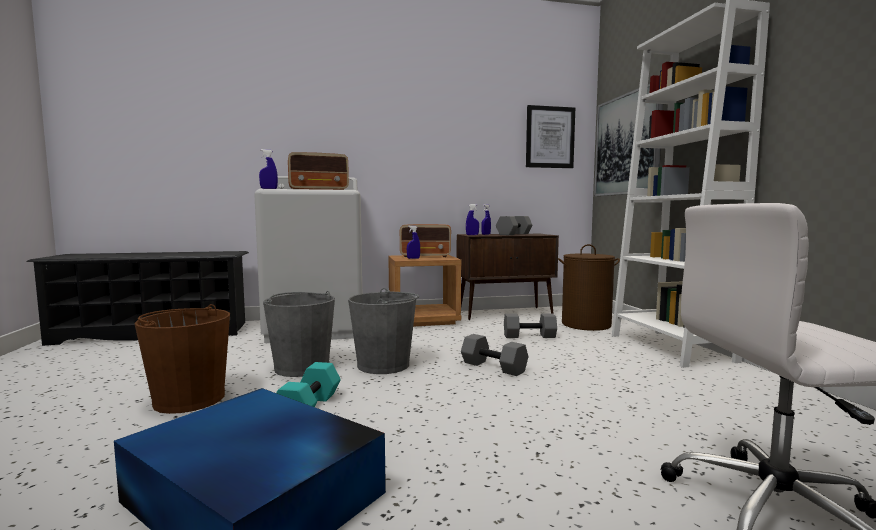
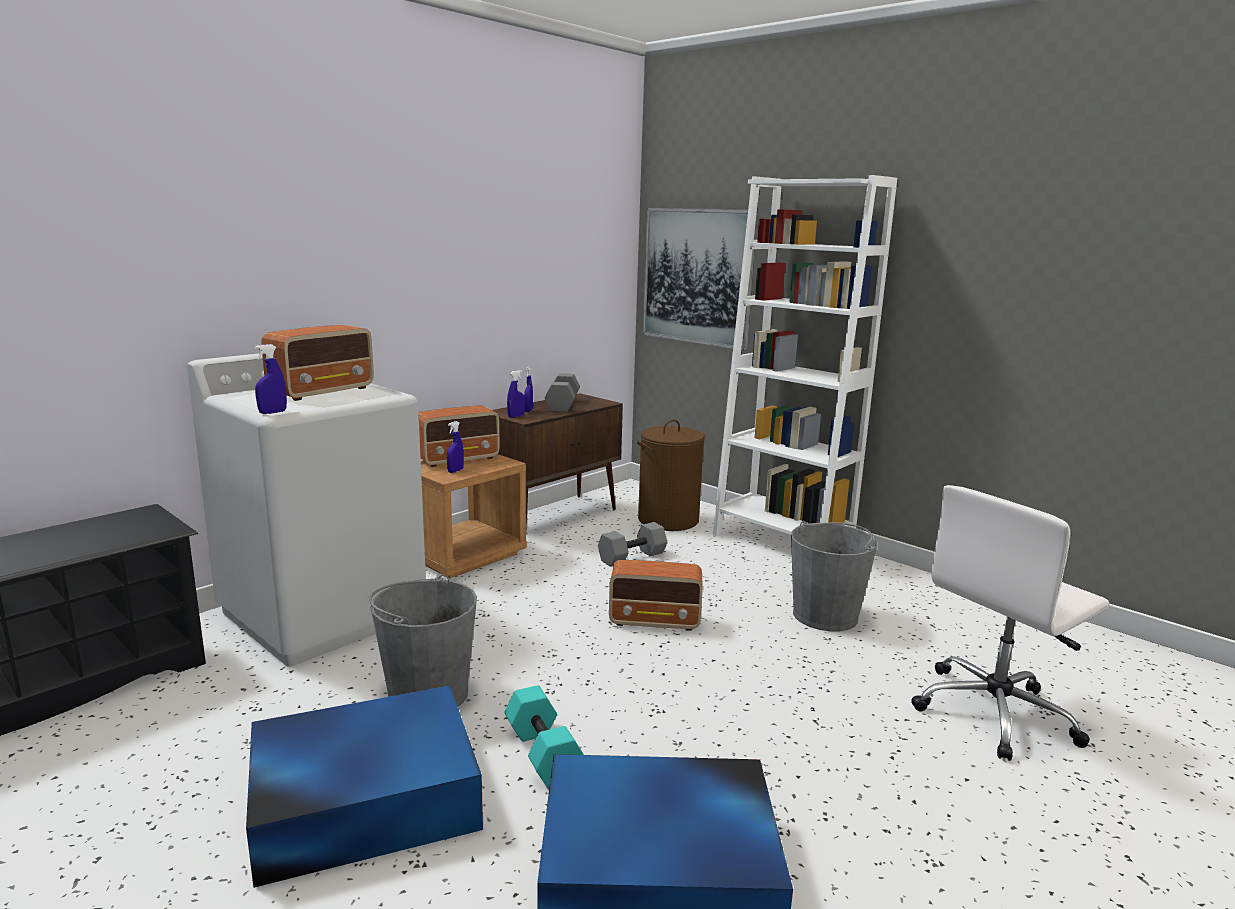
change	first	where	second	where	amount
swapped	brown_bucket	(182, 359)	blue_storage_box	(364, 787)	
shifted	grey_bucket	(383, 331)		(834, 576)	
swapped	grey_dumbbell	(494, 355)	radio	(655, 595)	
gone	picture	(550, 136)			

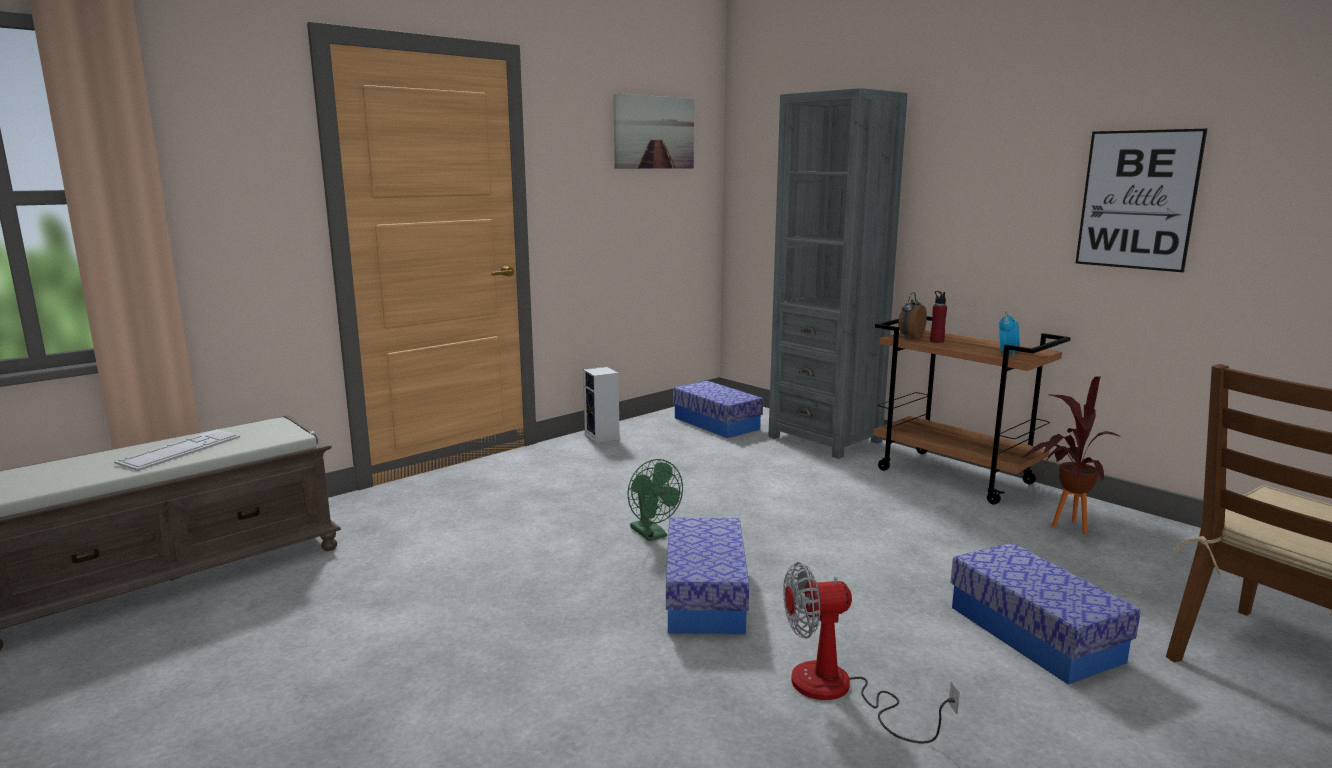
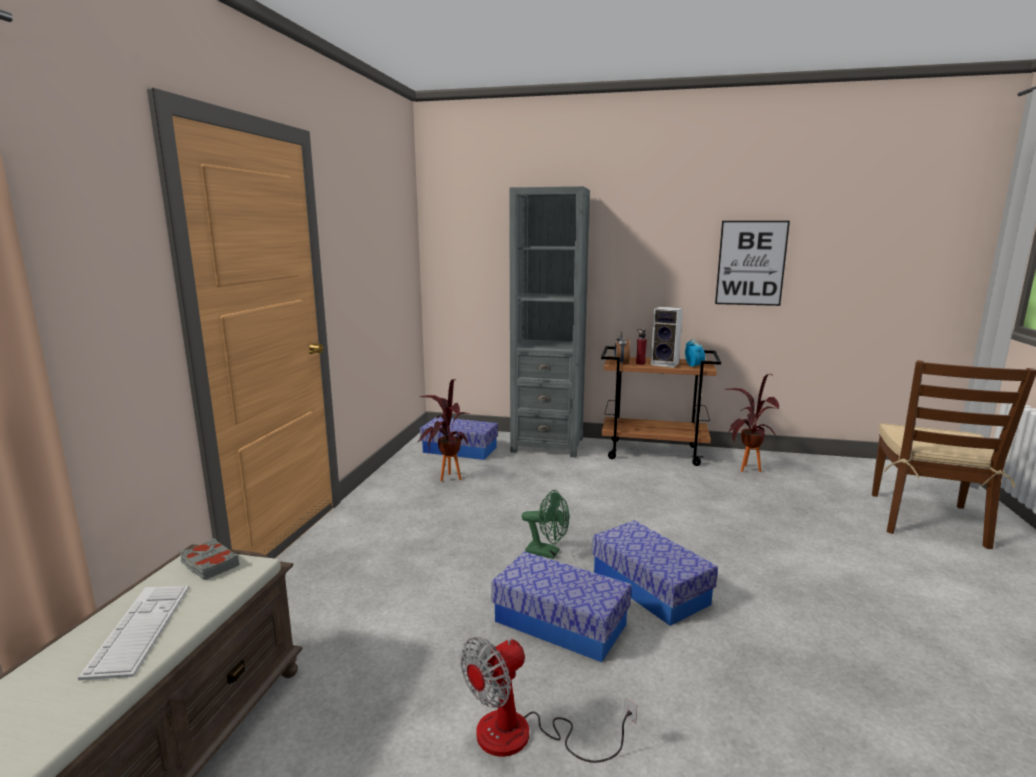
change	first	where	second	where	amount
shifted	speaker	(601, 405)		(667, 337)	
gone	picture	(653, 131)			
shifted	fan	(871, 653)		(548, 700)	
shifted	storage_box	(1046, 613)		(561, 607)	
new			grey_book	(209, 559)	
new			potted_plant	(443, 430)	

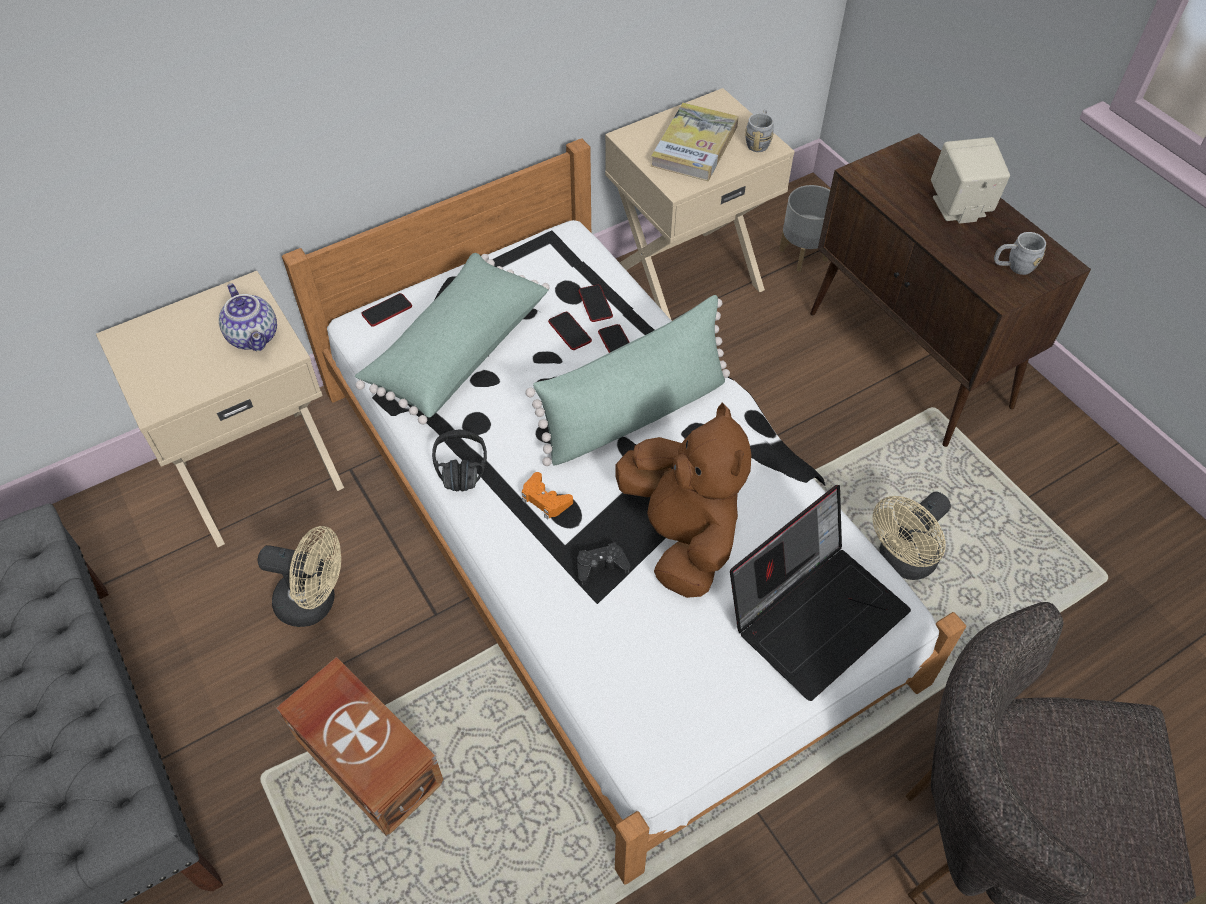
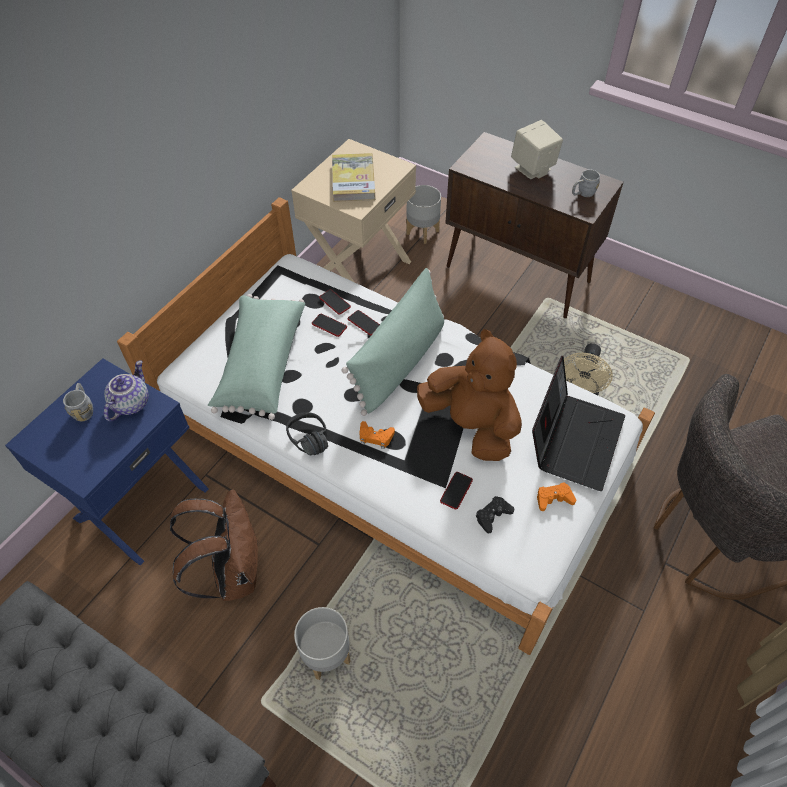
change	first	where	second	where	amount
repainted	beige_nightstand	(220, 409)	blue_nightstand	(107, 462)	
rotated	teapot	(248, 317)		(126, 390)	105 degrees counterclockwise
swapped	beige_fan	(299, 576)	brown_backpack	(214, 545)	
swapped	brown_storage_box	(360, 747)	grey_planter	(322, 643)	
shifted	phone	(386, 310)		(456, 490)	
shifted	black_game_controller	(603, 564)		(495, 514)	
shifted	grey_mug	(759, 131)		(78, 402)	
new			orange_game_controller	(556, 496)	

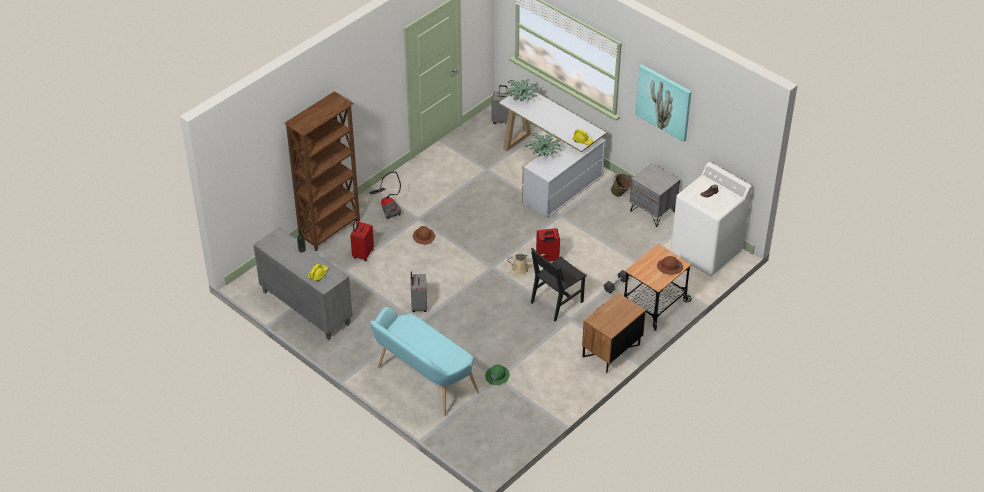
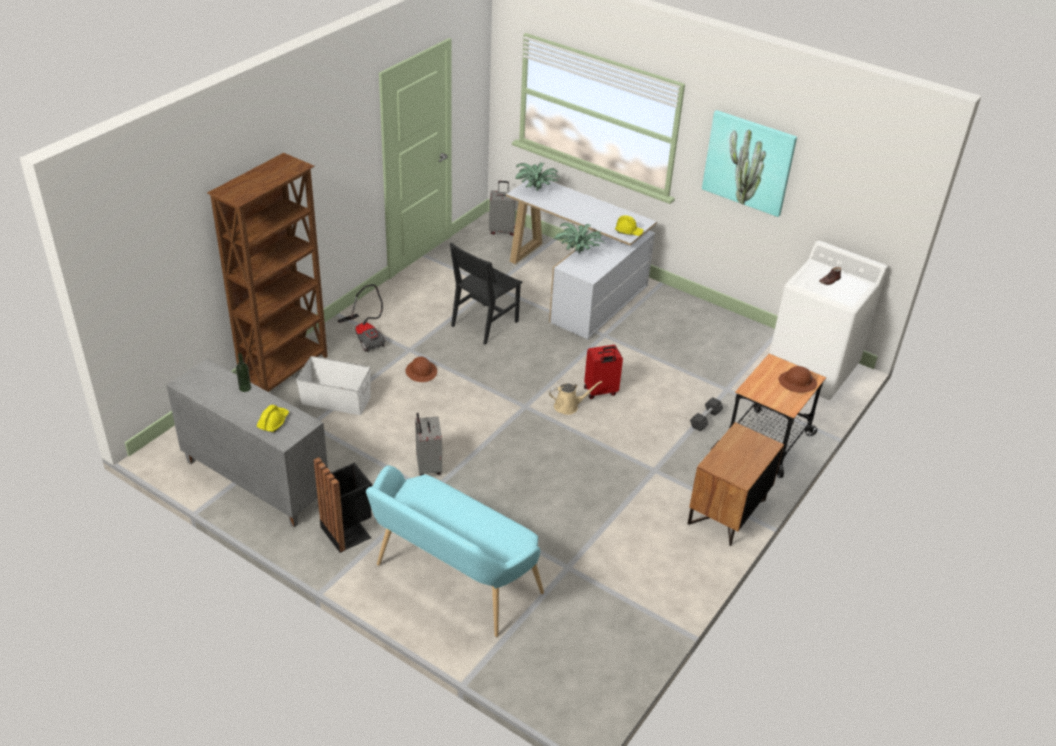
change	first	where	second	where	amount
swapped	red_suitcase	(362, 239)	white_storage_box	(333, 385)	
gone	green_hard_hat	(497, 374)			
shifted	black_chair	(559, 284)		(486, 294)	
gone	green_bucket	(621, 185)			
gone	grey_nightstand	(655, 195)			
new			black_trash_can	(343, 505)	

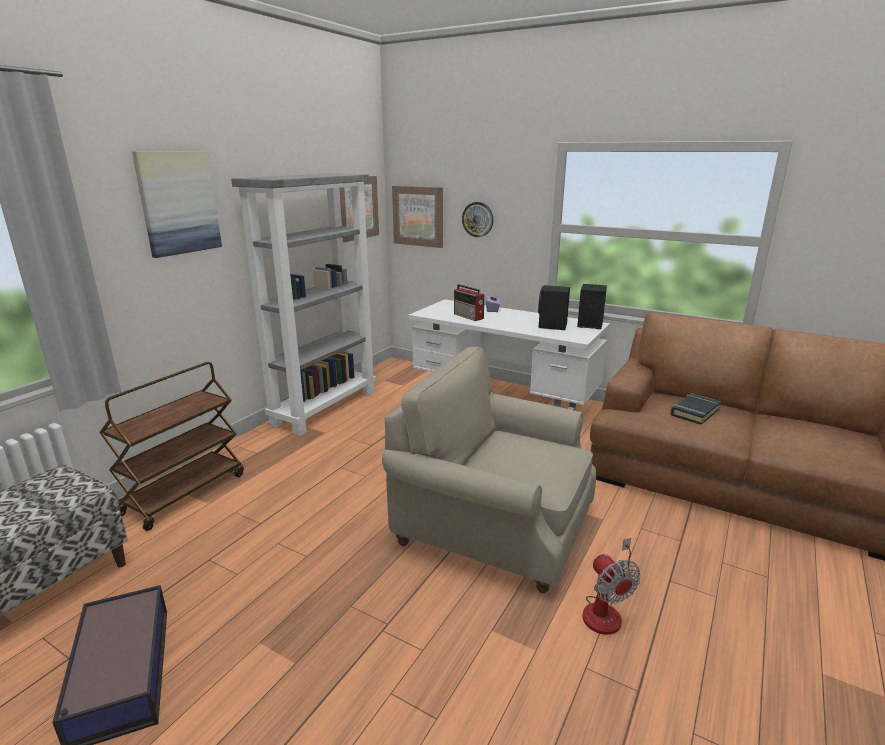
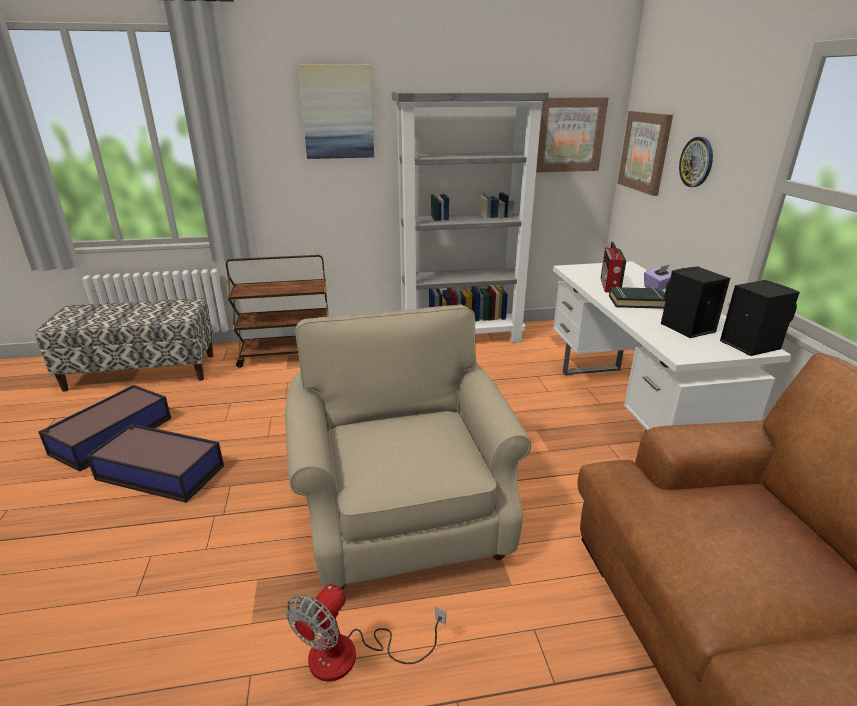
change	first	where	second	where	amount
shifted	black_book	(695, 409)		(637, 298)	
new			storage_box	(155, 463)	

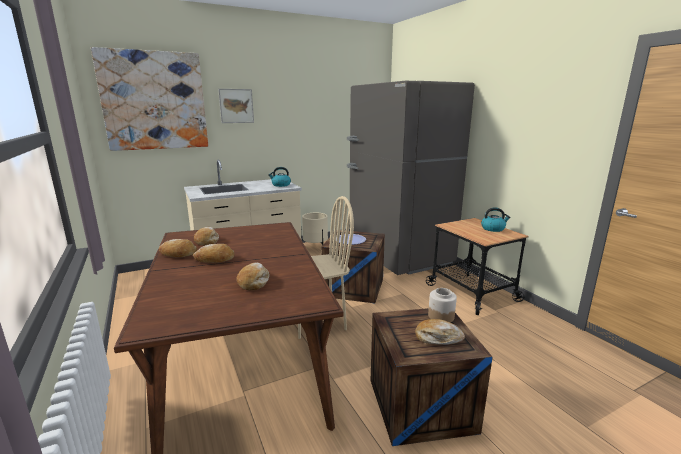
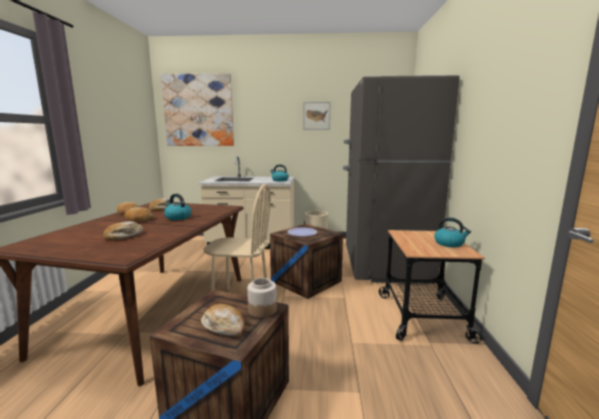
change	first	where	second	where	amount
shifted	picture	(236, 106)		(316, 116)	
new			kettle	(177, 207)	

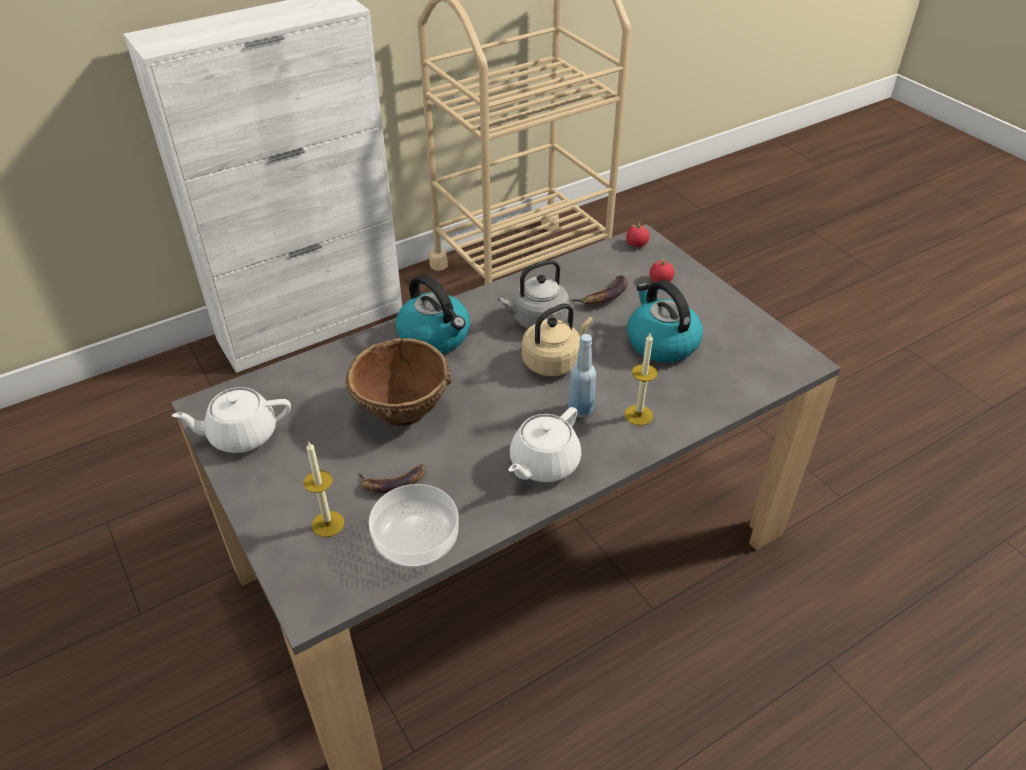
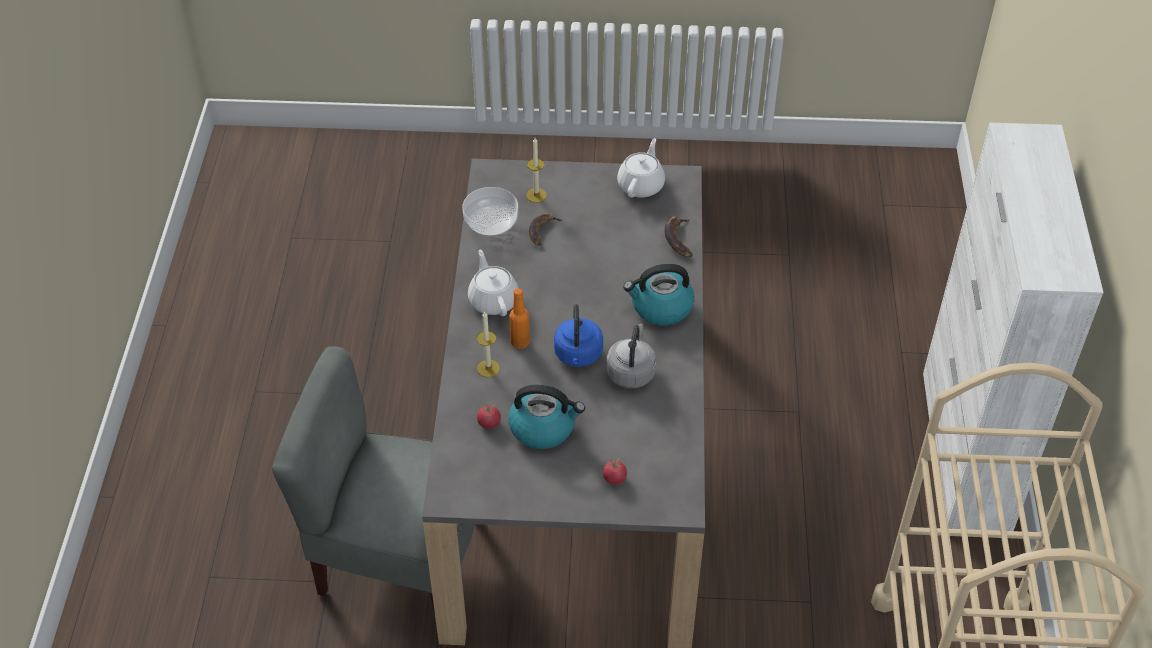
change	first	where	second	where	amount
gone	brown_bowl	(398, 382)			
repainted	beige_kettle	(557, 339)	blue_kettle	(578, 335)	
repainted	blue_bottle	(582, 376)	orange_bottle	(519, 318)	
shifted	banana	(598, 290)		(678, 237)	
shifted	tomato	(637, 234)		(489, 416)	
new			grey_chair	(373, 480)	

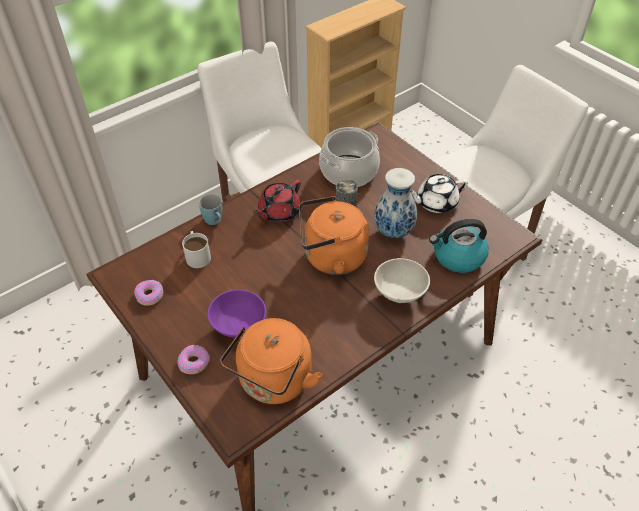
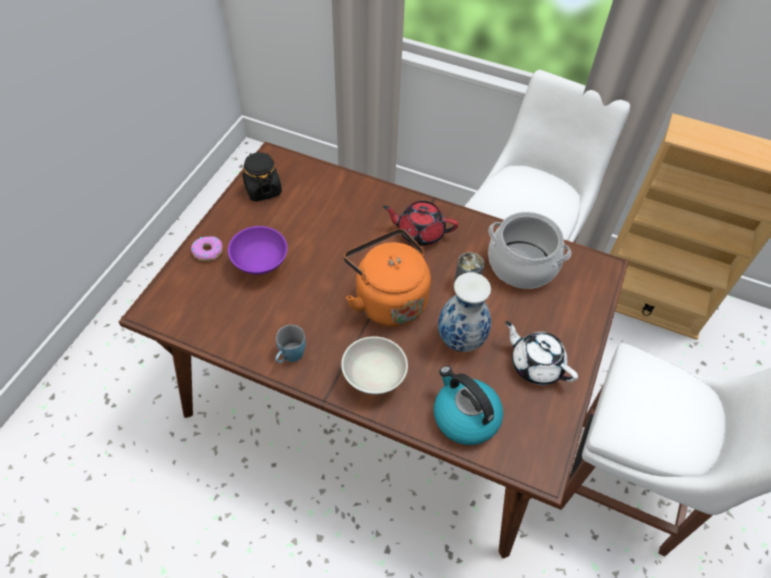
change	first	where	second	where	amount
swapped	donut	(148, 293)	black_jar	(262, 176)	
gone	white_mug	(196, 249)			
shifted	blue_mug	(210, 209)		(290, 344)	
gone	orange_kettle	(271, 361)			

